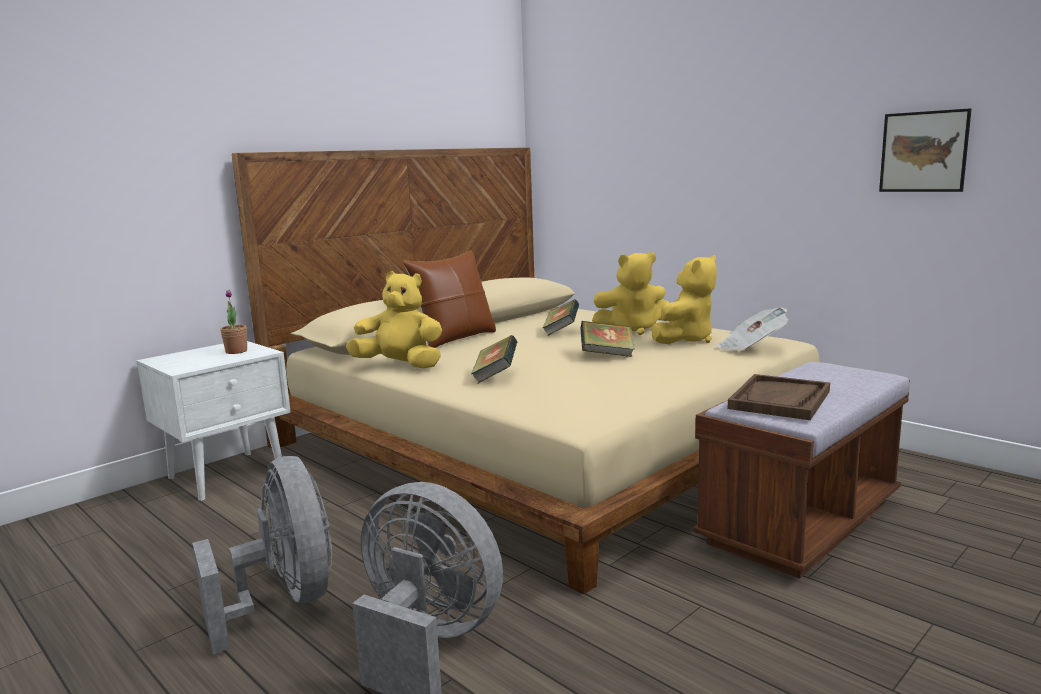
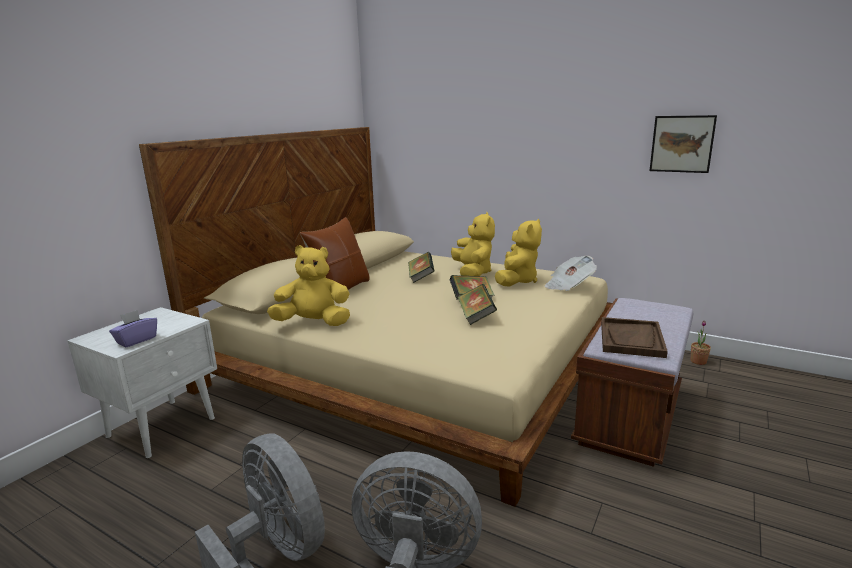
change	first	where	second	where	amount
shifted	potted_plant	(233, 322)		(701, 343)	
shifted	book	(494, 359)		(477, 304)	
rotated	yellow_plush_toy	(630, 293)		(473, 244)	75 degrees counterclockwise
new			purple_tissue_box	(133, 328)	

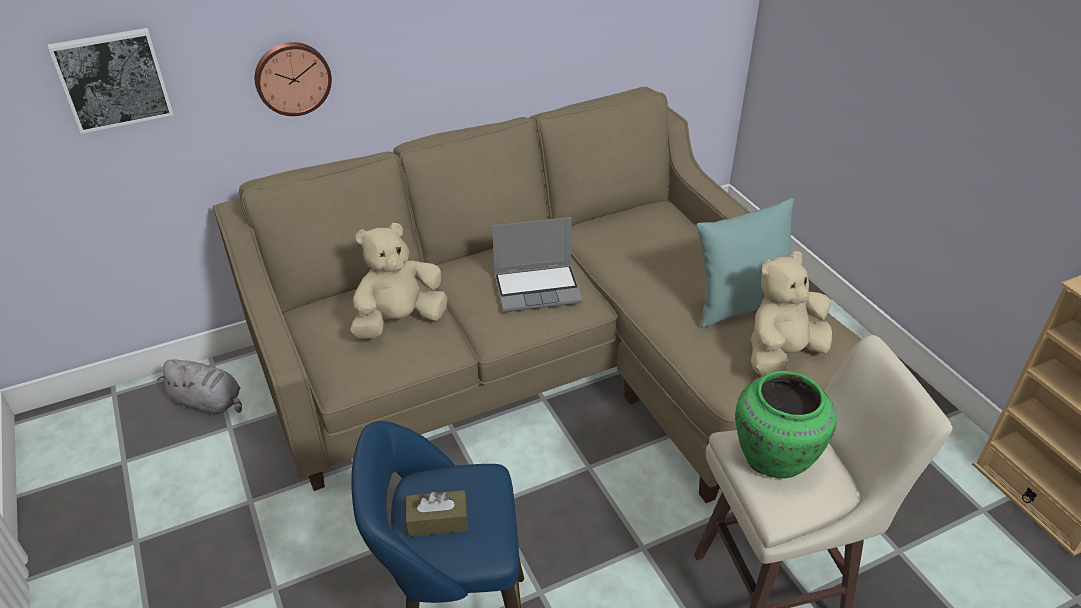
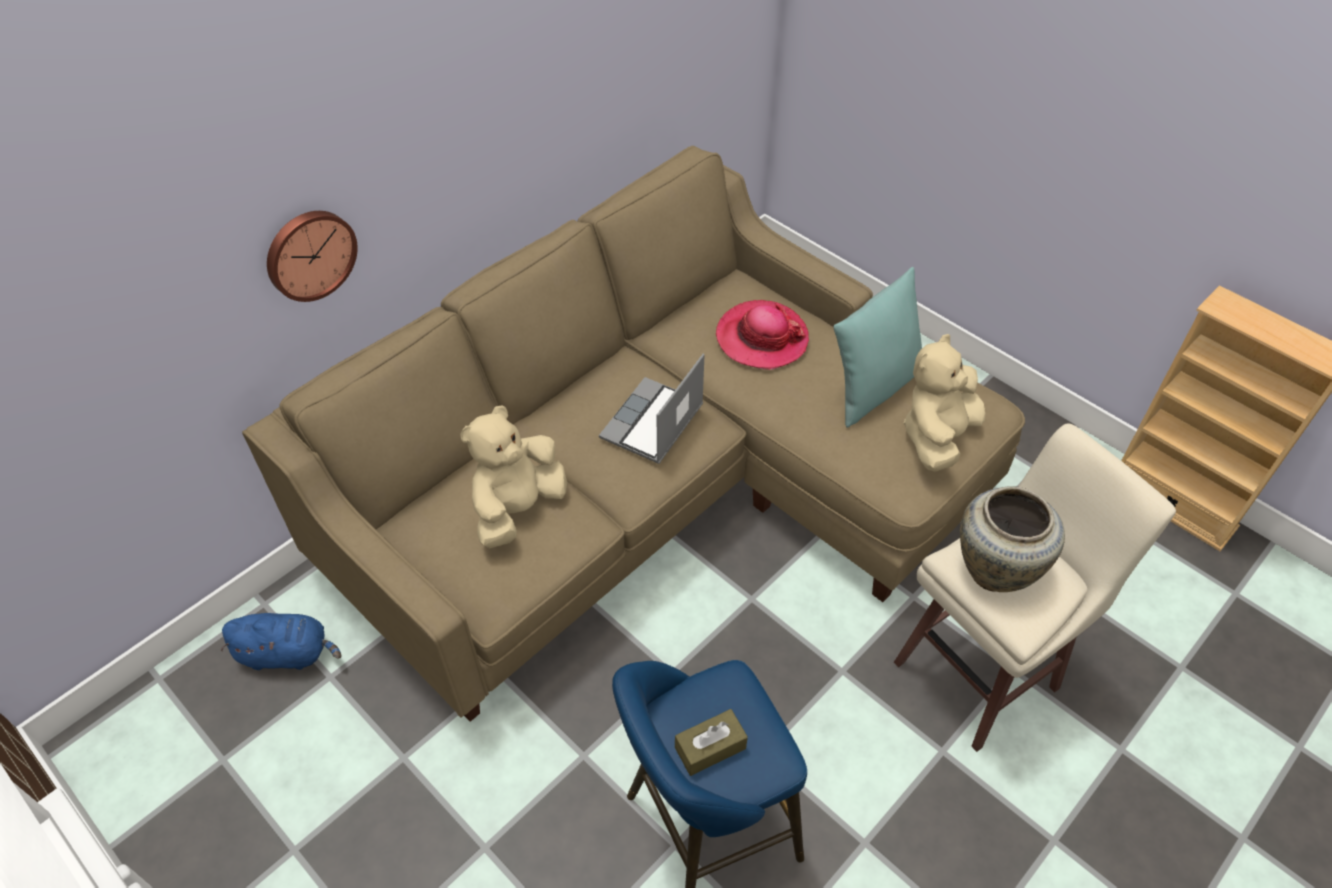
change	first	where	second	where	amount
gone	picture	(111, 81)			
repainted	grey_plush_toy	(199, 387)	blue_plush_toy	(281, 641)	
rotated	laptop	(537, 264)		(651, 409)	150 degrees clockwise
repainted	green_vase	(786, 424)	beige_vase	(1012, 539)	
new			hat	(762, 335)	

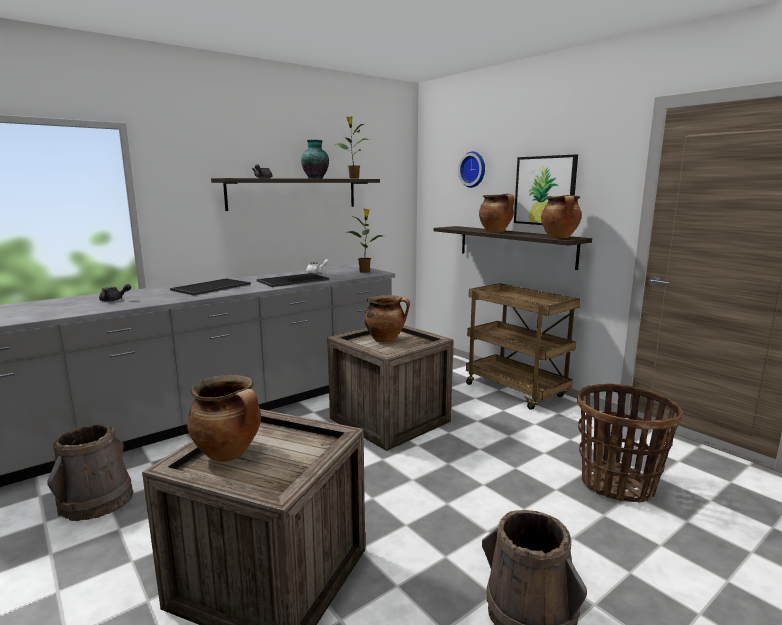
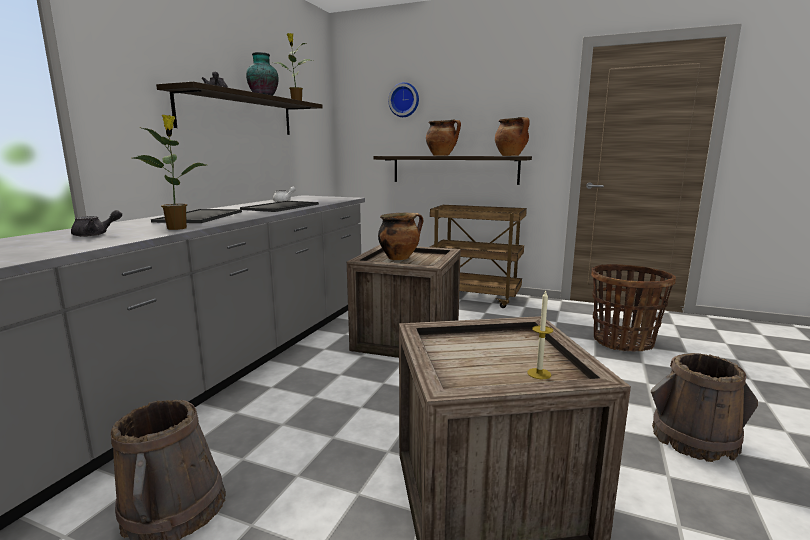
change	first	where	second	where	amount
gone	cooking_pot	(224, 418)			
shifted	potted_plant	(364, 240)		(169, 172)	
gone	picture	(546, 189)			
new			candle	(540, 335)	

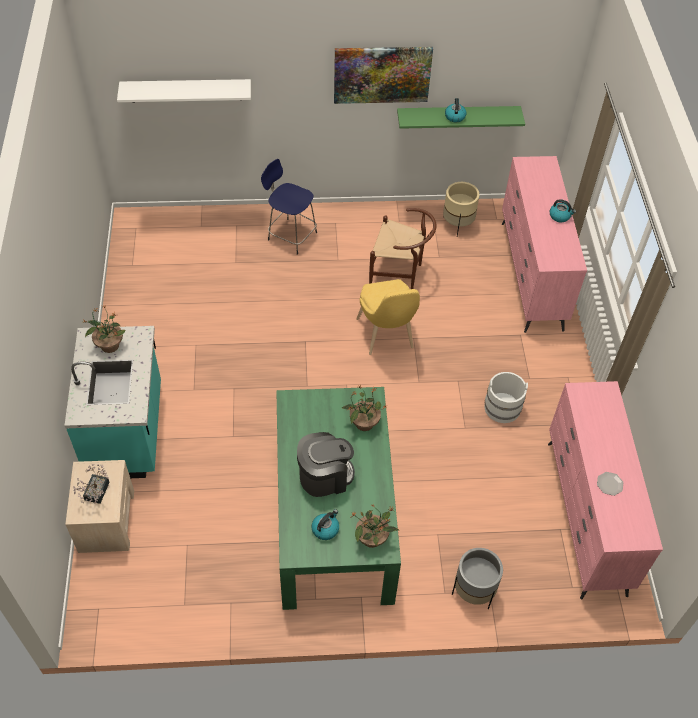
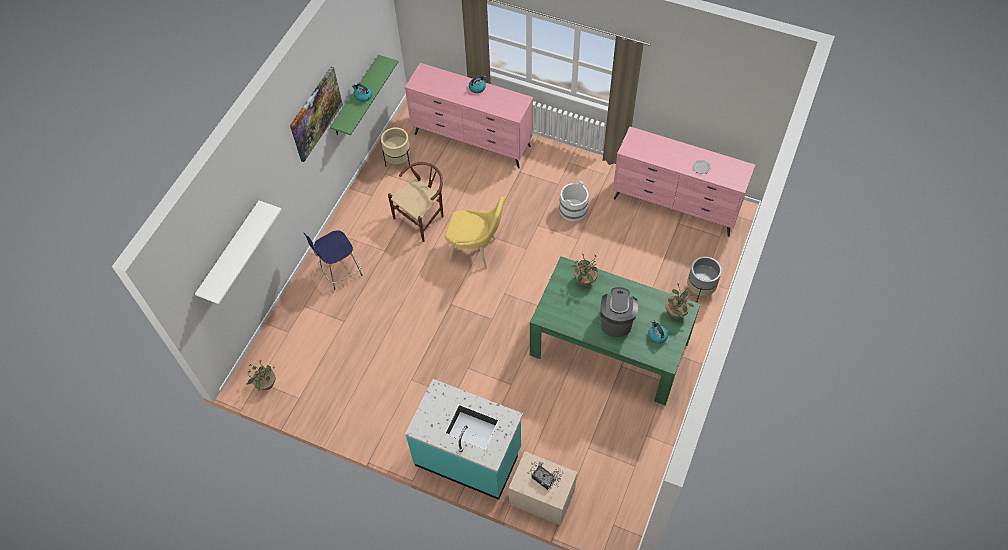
change	first	where	second	where	amount
shifted	potted_plant	(103, 329)		(261, 375)	

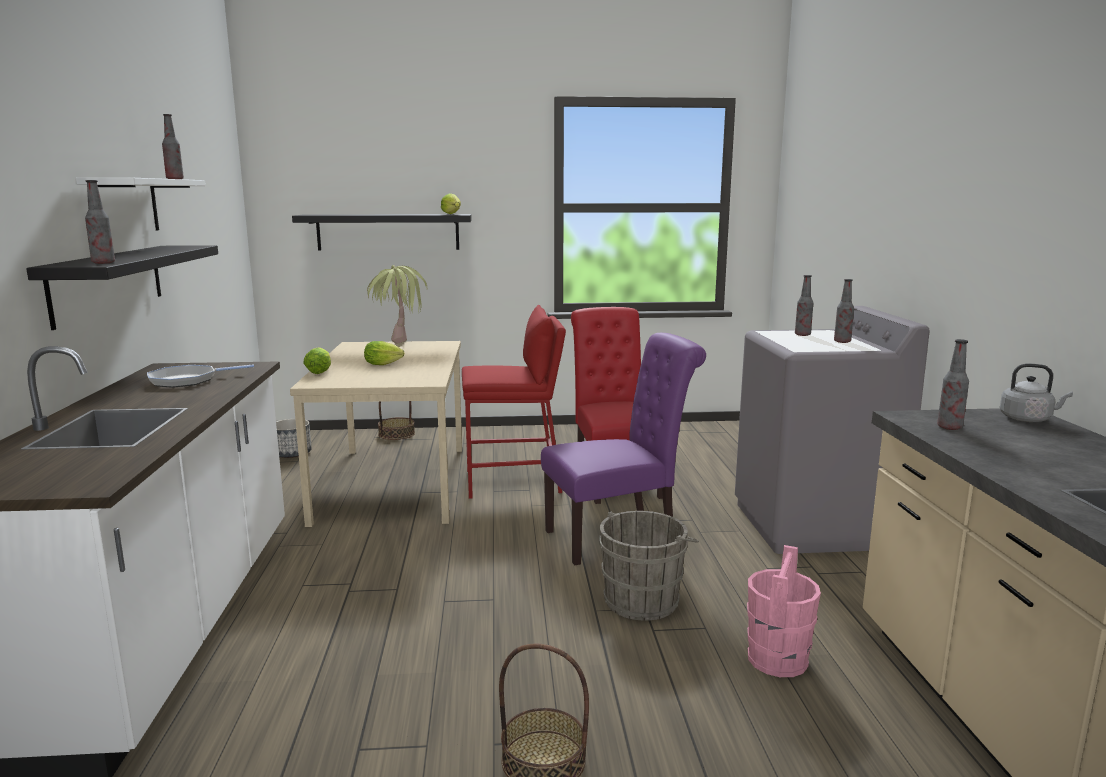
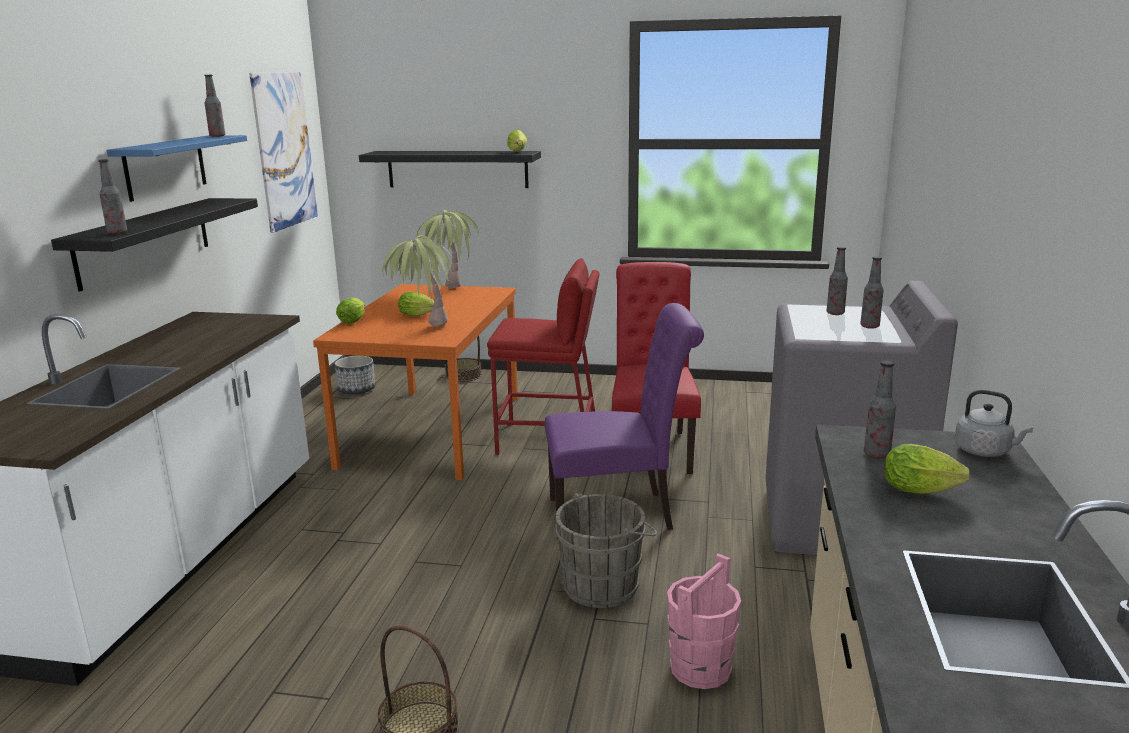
change	first	where	second	where	amount
repainted	white_shelf	(141, 204)	blue_shelf	(177, 168)	
gone	frying_pan	(200, 376)			
repainted	beige_dining_table	(376, 434)	orange_dining_table	(415, 382)	
new			picture	(283, 152)	
new			potted_plant	(418, 281)	
new			lettuce	(927, 469)	

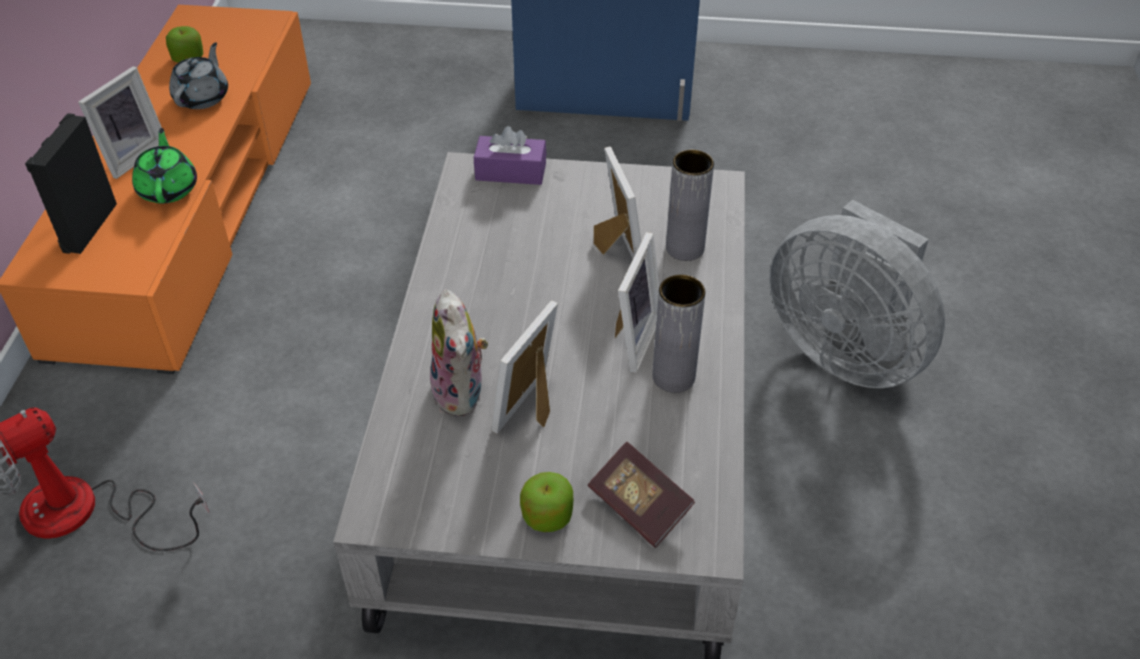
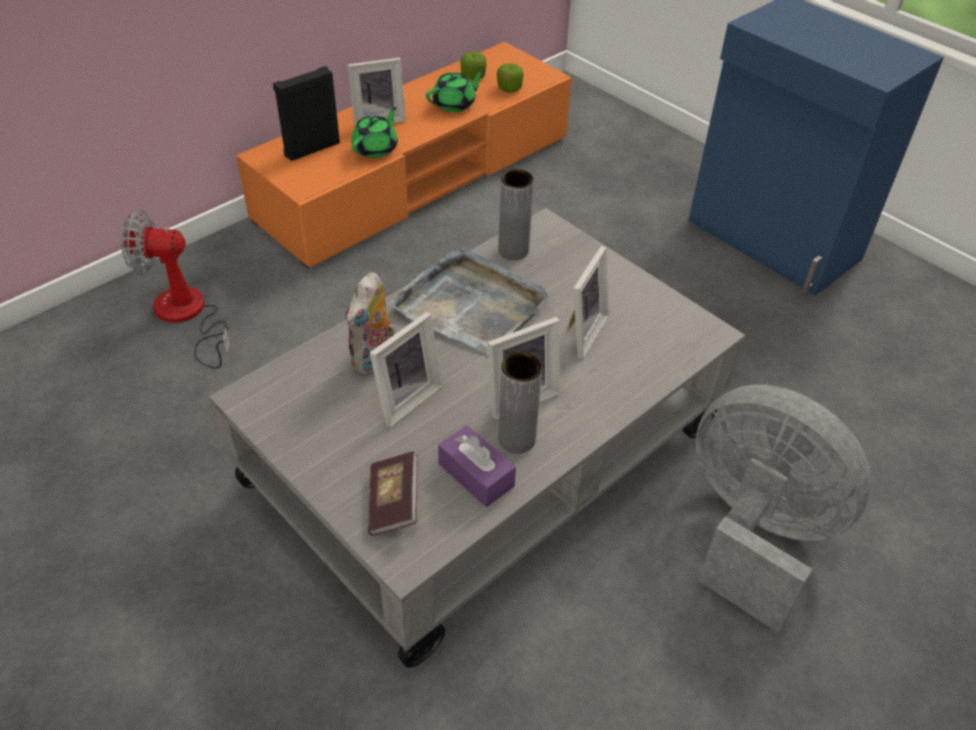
change	first	where	second	where	amount
repainted	grey_teapot	(198, 75)	green_teapot	(455, 91)	
shifted	purple_tissue_box	(510, 155)		(477, 466)	
rotated	picture_frame	(524, 367)		(406, 369)	150 degrees clockwise
shifted	apple	(546, 502)		(510, 78)	
shifted	grey_vase	(690, 205)		(516, 214)	
rotated	grey_fan	(857, 294)		(784, 509)	135 degrees clockwise
new			grey_tray	(468, 300)	

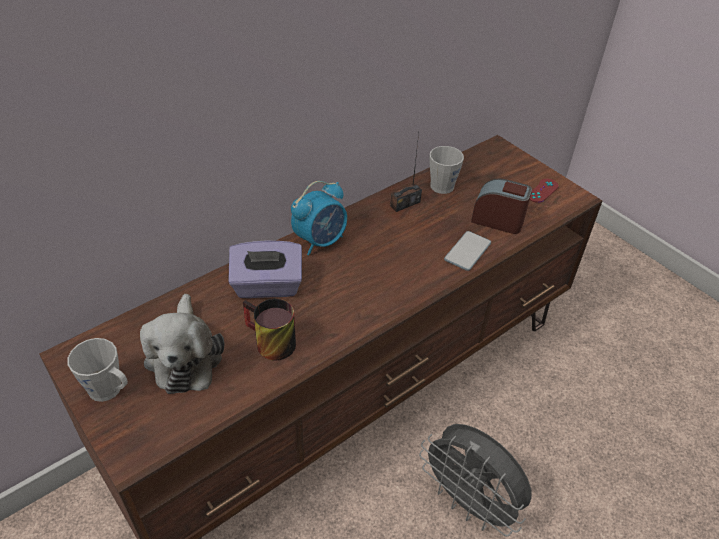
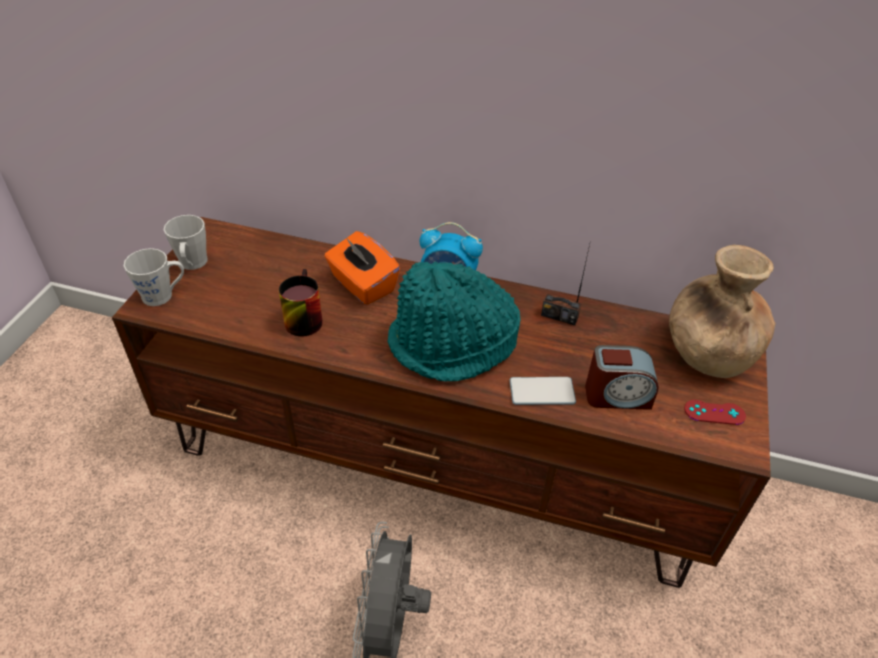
change	first	where	second	where	amount
gone	plush_toy	(182, 344)			
repainted	purple_tissue_box	(265, 269)	orange_tissue_box	(362, 268)	
shifted	grey_mug	(446, 170)		(153, 277)	
rotated	alarm_clock	(501, 206)		(622, 377)	105 degrees clockwise
new			turquoise_hat	(454, 321)	
new			brown_vase	(722, 311)	

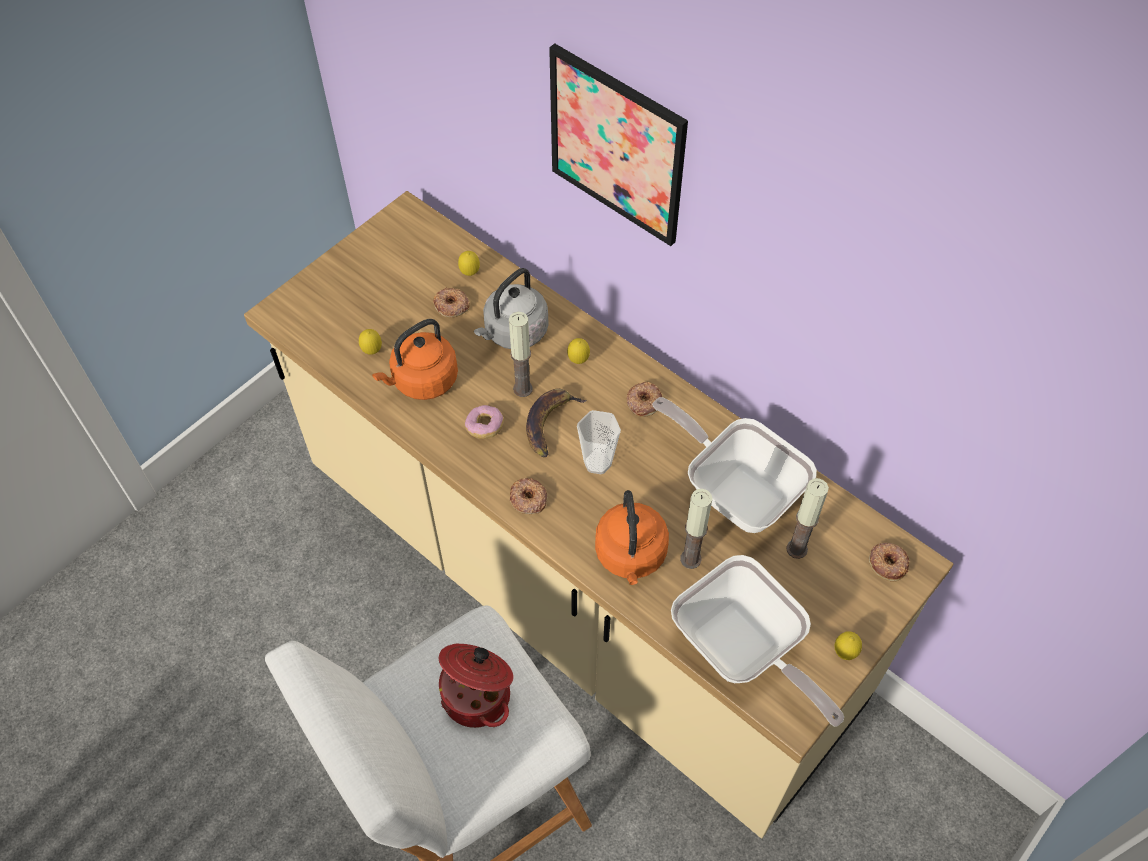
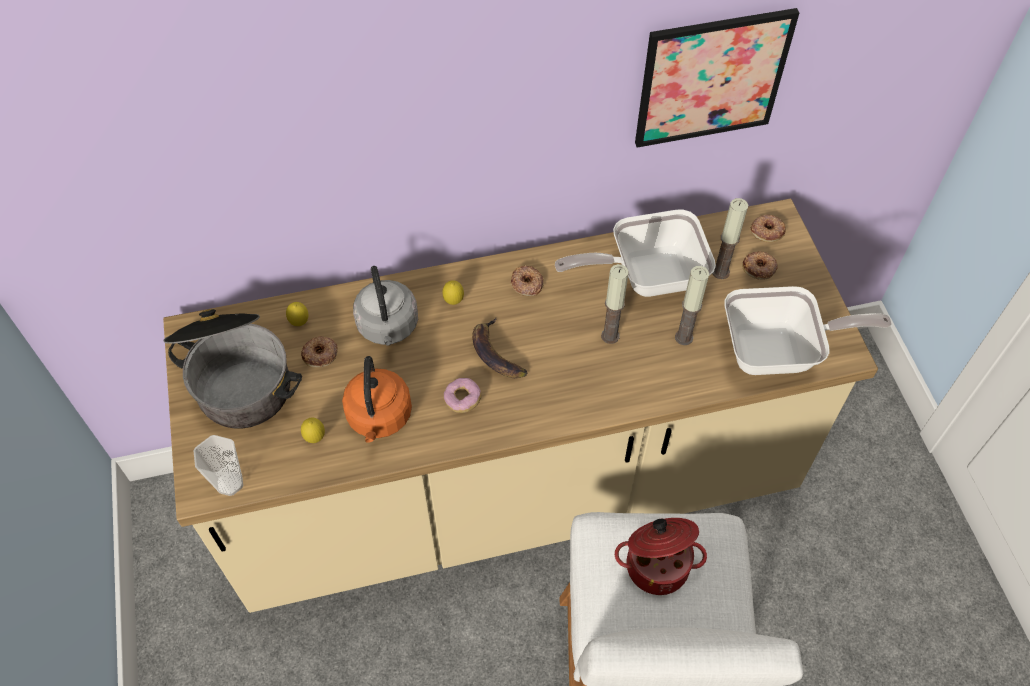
change	first	where	second	where	amount
shifted	candle	(521, 354)		(614, 304)	
shifted	donut	(528, 496)		(760, 265)	
shifted	picture	(618, 145)		(717, 78)	
shifted	cup	(599, 442)		(218, 465)	
gone	orange_kettle	(632, 537)			
gone	lemon	(848, 645)			
new			cooking_pot	(232, 369)	

